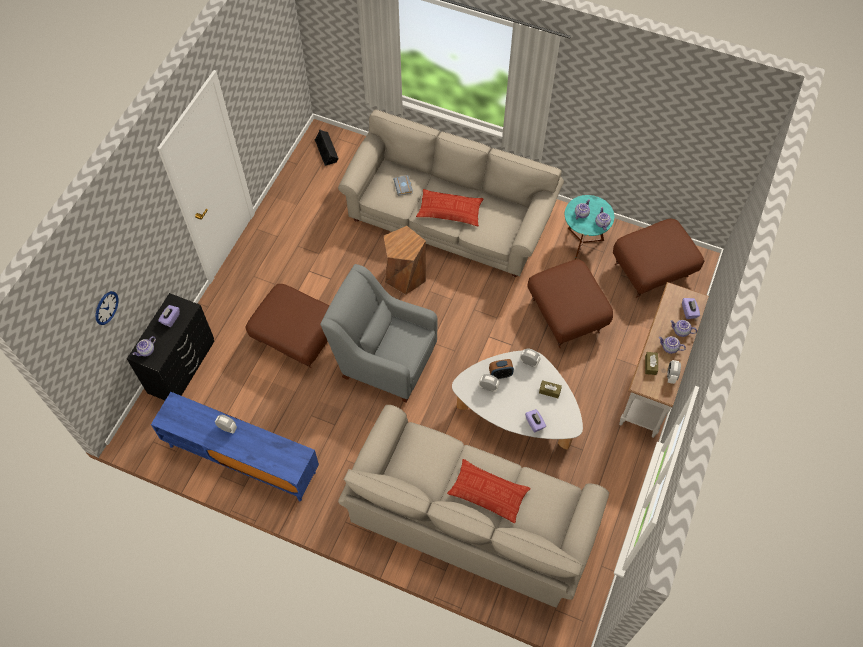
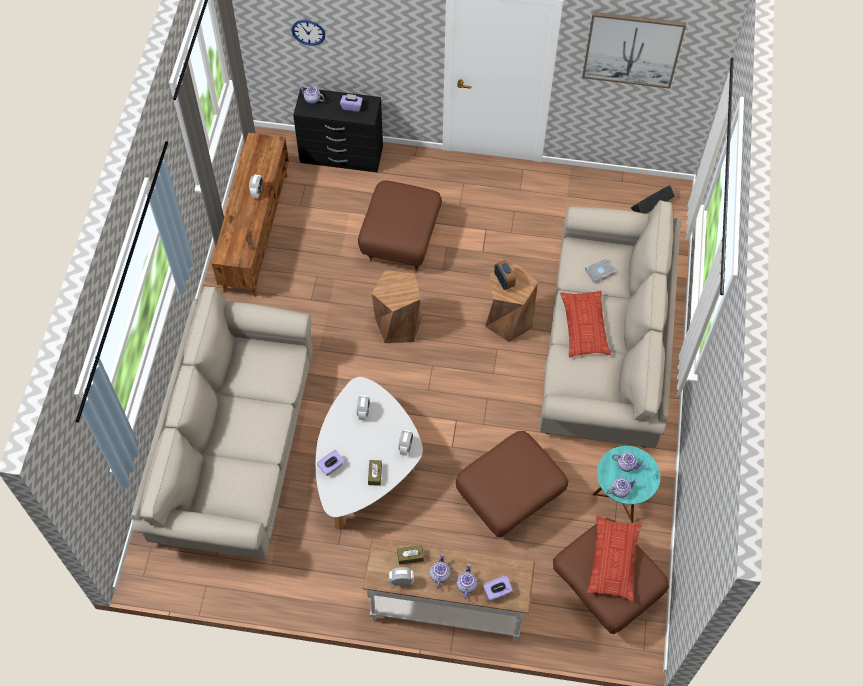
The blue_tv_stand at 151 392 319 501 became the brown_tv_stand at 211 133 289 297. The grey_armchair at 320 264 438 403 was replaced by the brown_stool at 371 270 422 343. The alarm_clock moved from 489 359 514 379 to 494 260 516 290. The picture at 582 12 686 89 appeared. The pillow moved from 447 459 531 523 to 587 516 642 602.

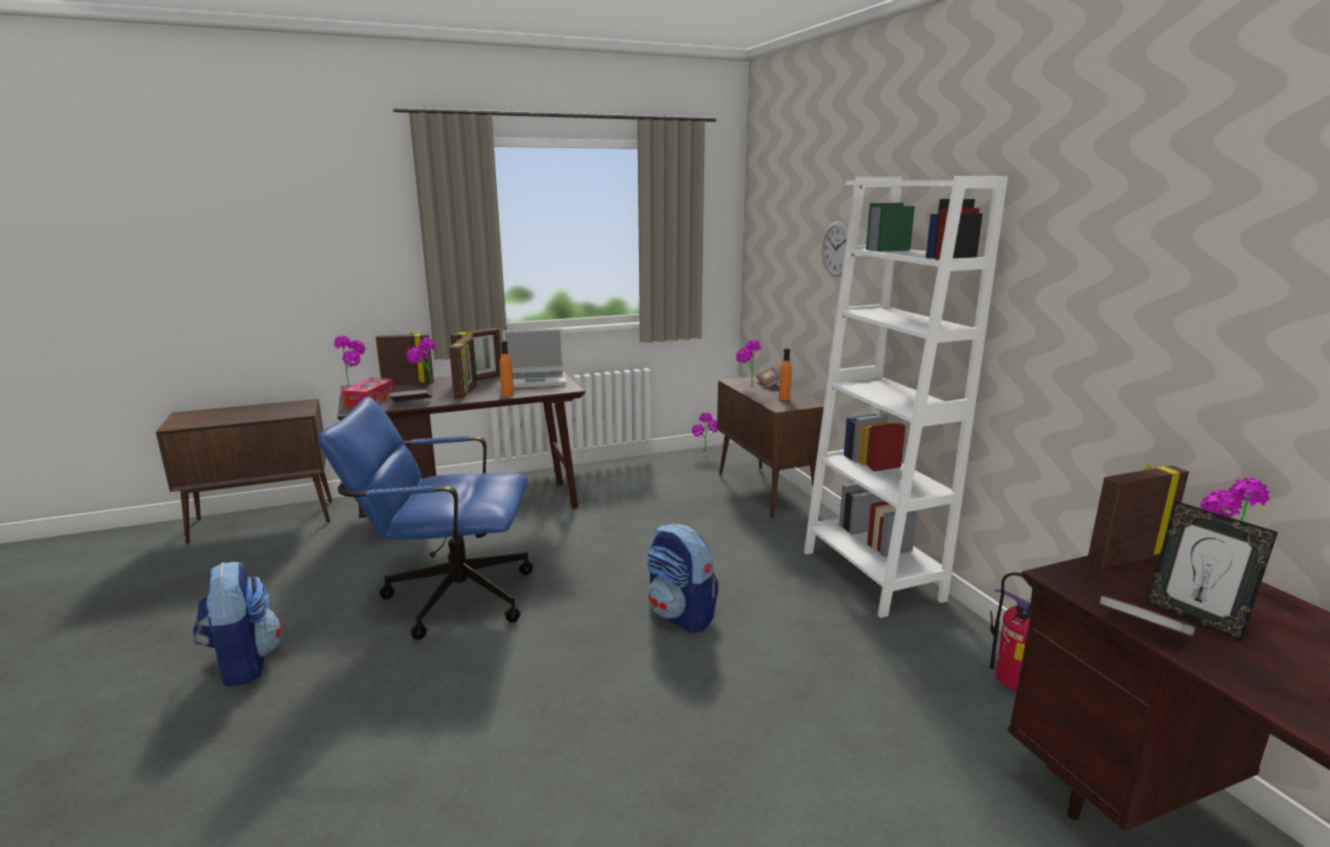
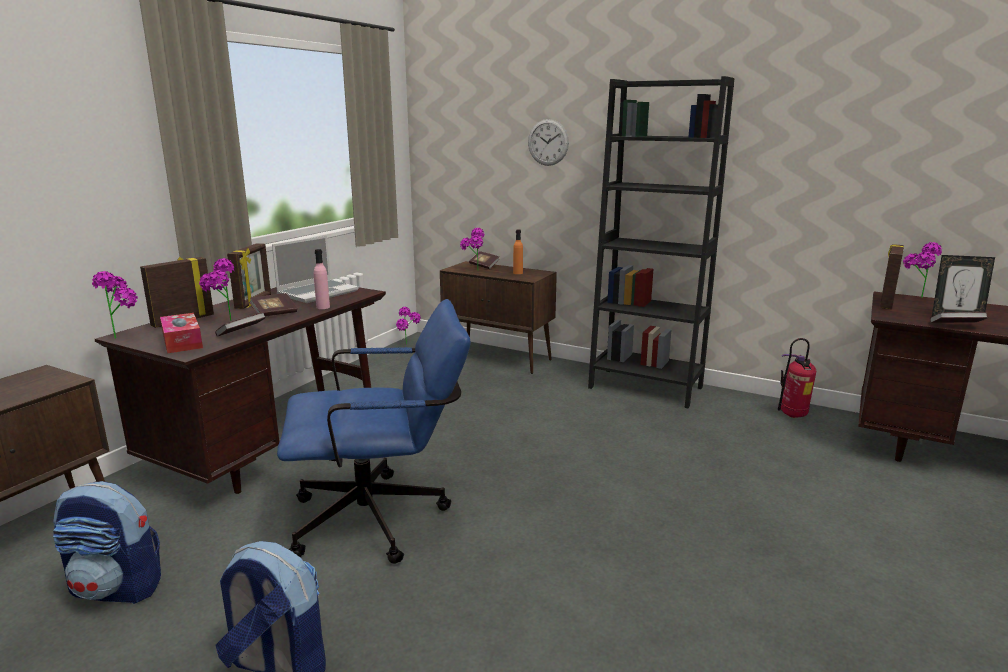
The backpack moved from 647 524 719 633 to 53 481 161 604. The picture_frame at 449 336 477 399 was replaced by the book at 249 293 297 317. The blue_office_chair at 318 397 533 640 turned 150 degrees counterclockwise. The orange_bottle at 499 341 514 397 became the pink_bottle at 314 249 330 309. The white_bookcase at 804 176 1008 618 became the black_bookcase at 588 76 734 408.

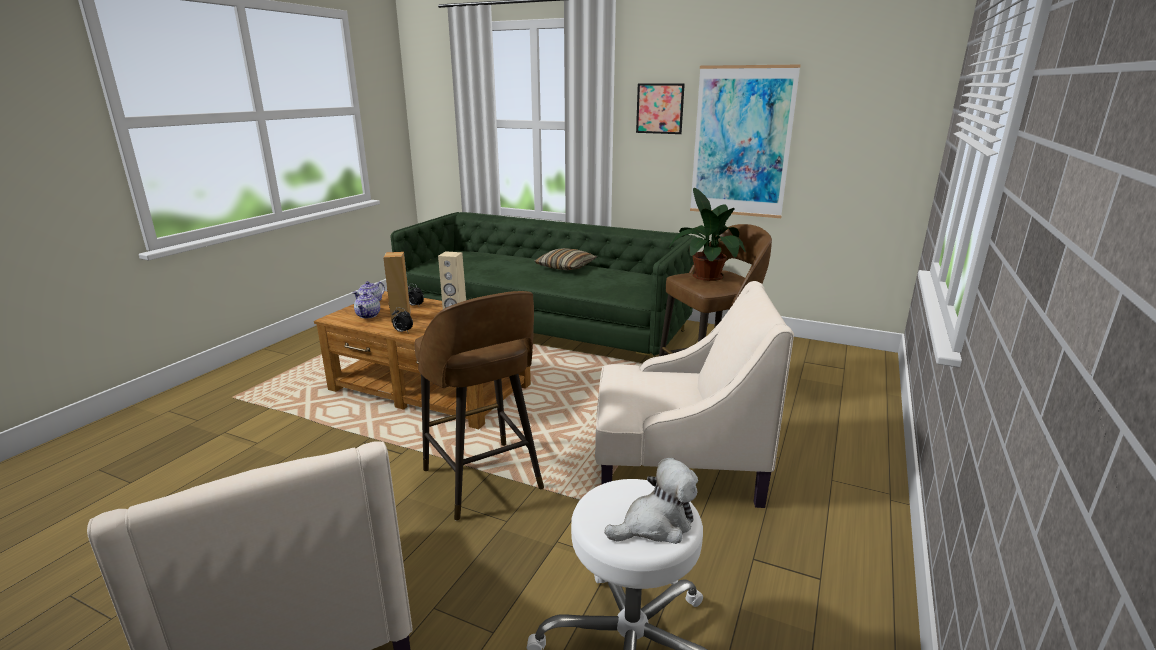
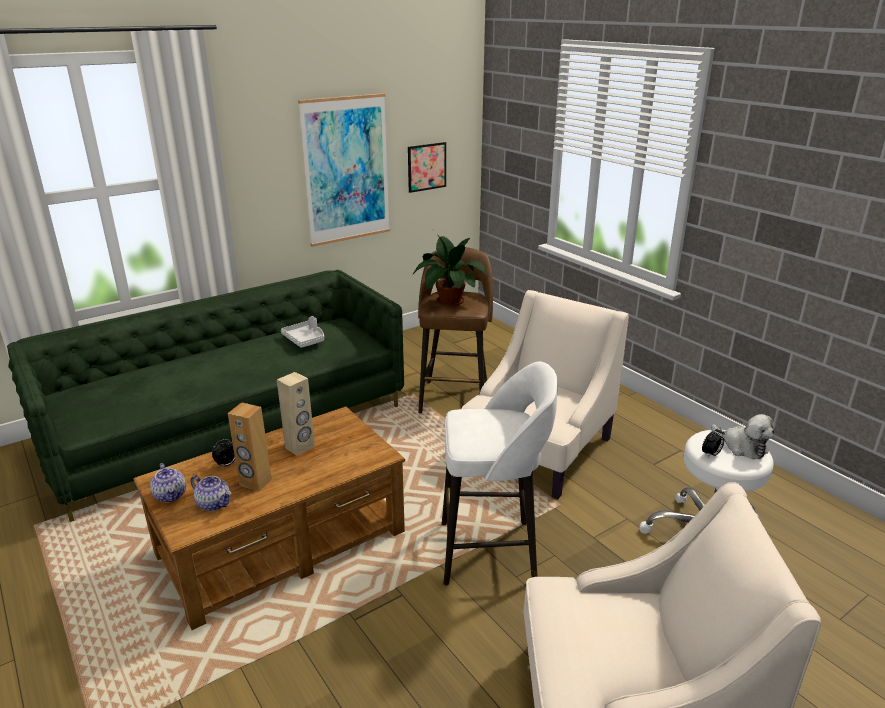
The grey_tray at 281 316 324 348 appeared. The picture moved from 636 84 685 134 to 408 142 446 193. The brown_stool at 414 291 544 521 became the white_stool at 442 361 557 585. The alarm_clock moved from 392 308 413 332 to 702 427 725 458. The plush_toy at 604 458 698 544 turned 135 degrees clockwise. The pillow at 535 248 597 270 disappeared.

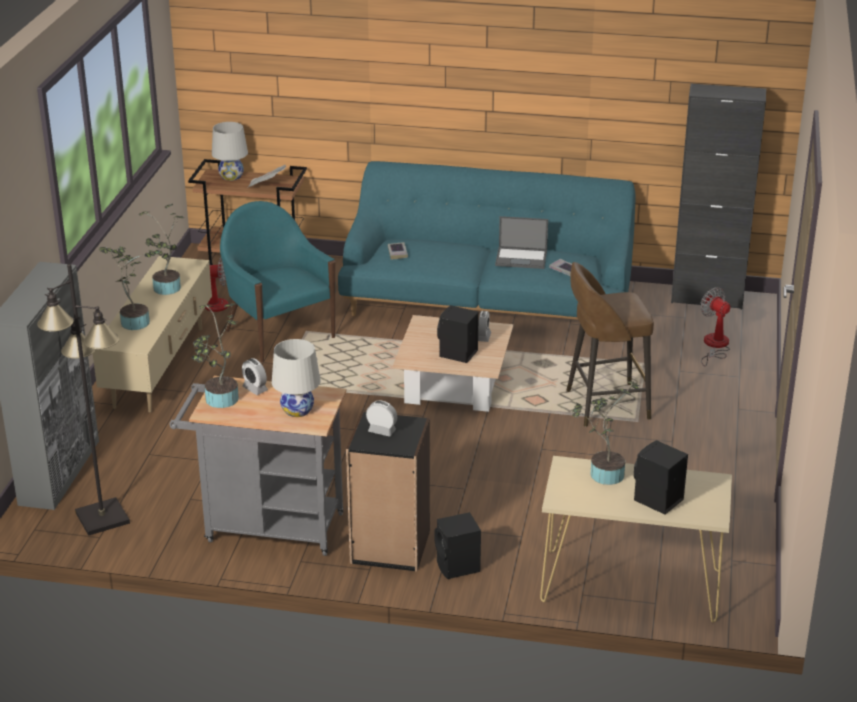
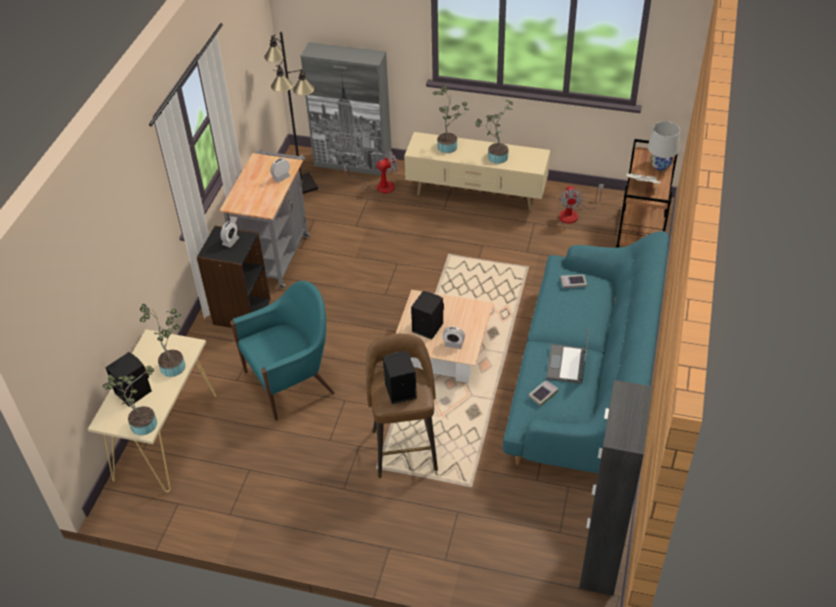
The potted_plant moved from 191 303 239 408 to 103 366 157 435. The turquoise_armchair moved from 220 201 336 362 to 230 281 335 421. The fan moved from 700 287 731 367 to 344 151 398 194. The black_speaker moved from 434 512 481 579 to 383 351 417 404. The white_table_lamp at 272 339 320 417 disappeared.

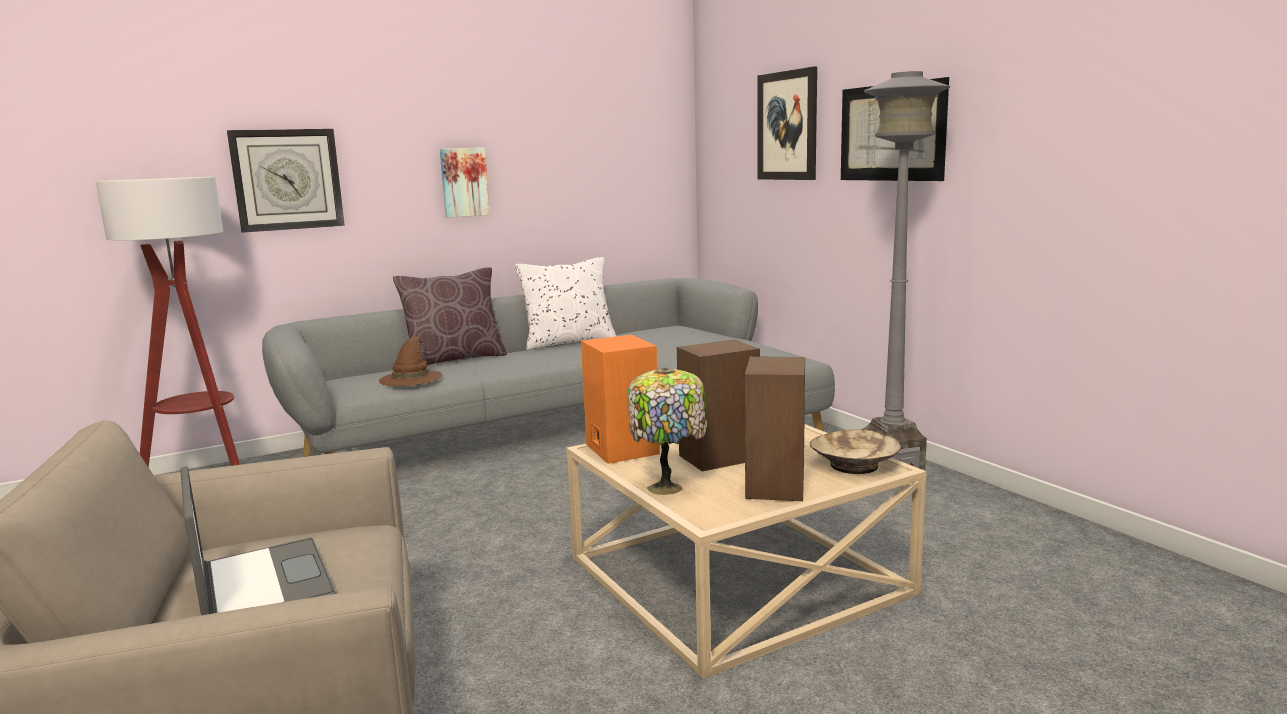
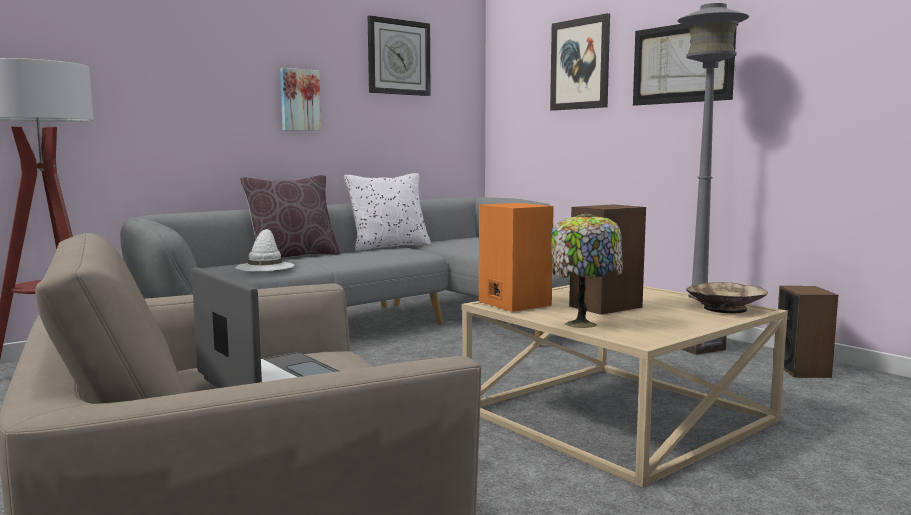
The brown_hat at 379 336 443 386 became the white_hat at 235 229 294 271. The wall_clock moved from 227 129 345 233 to 368 15 431 96. The speaker moved from 745 356 805 501 to 778 286 838 378.

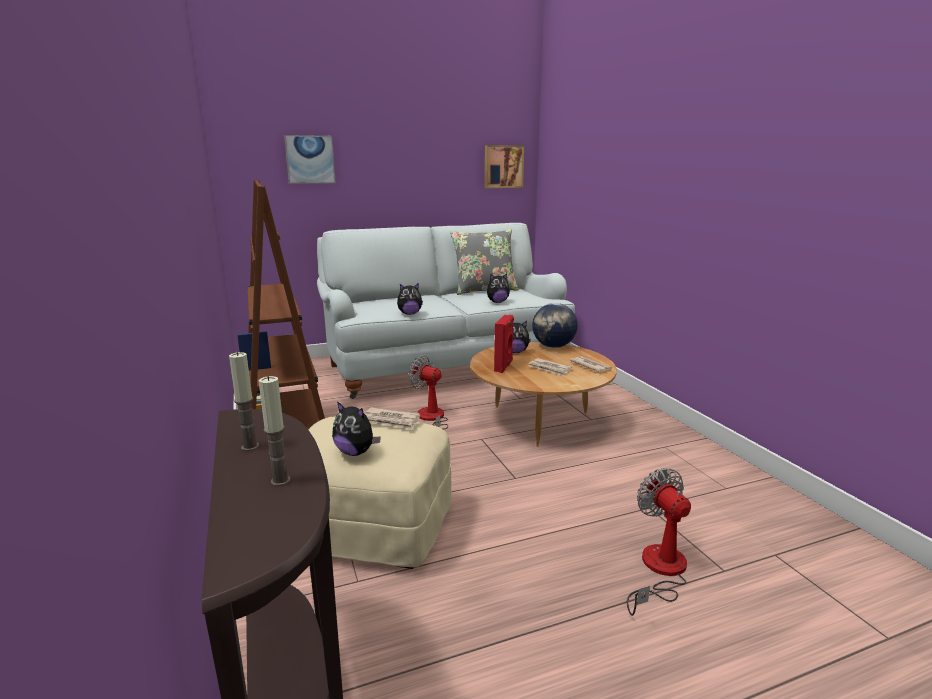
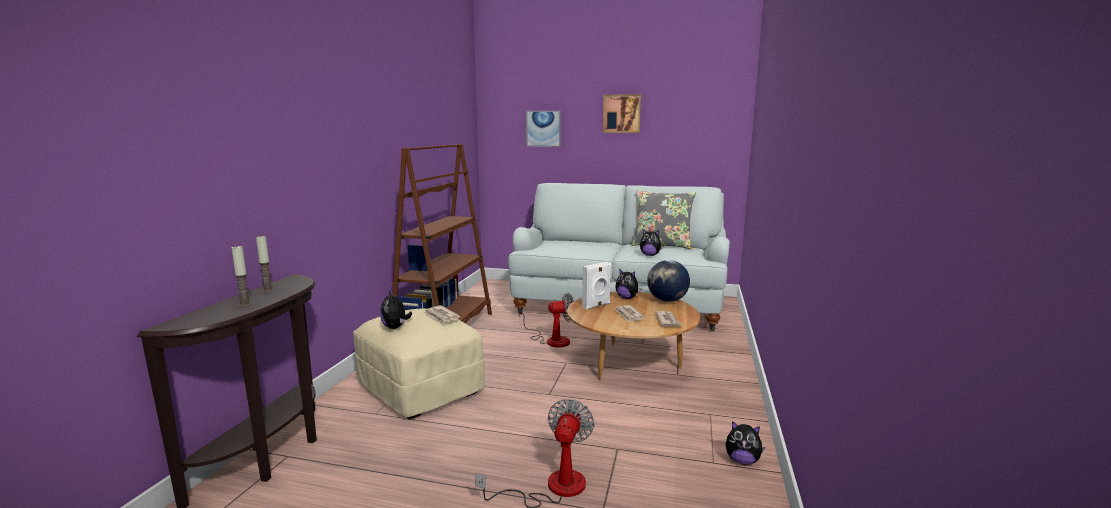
The fan at 409 356 448 429 turned 105 degrees clockwise. The red_speaker at 494 315 514 373 became the white_speaker at 582 262 611 310. The picture moved from 485 145 524 188 to 603 94 641 133. The plush_toy moved from 397 283 423 315 to 725 421 765 465.

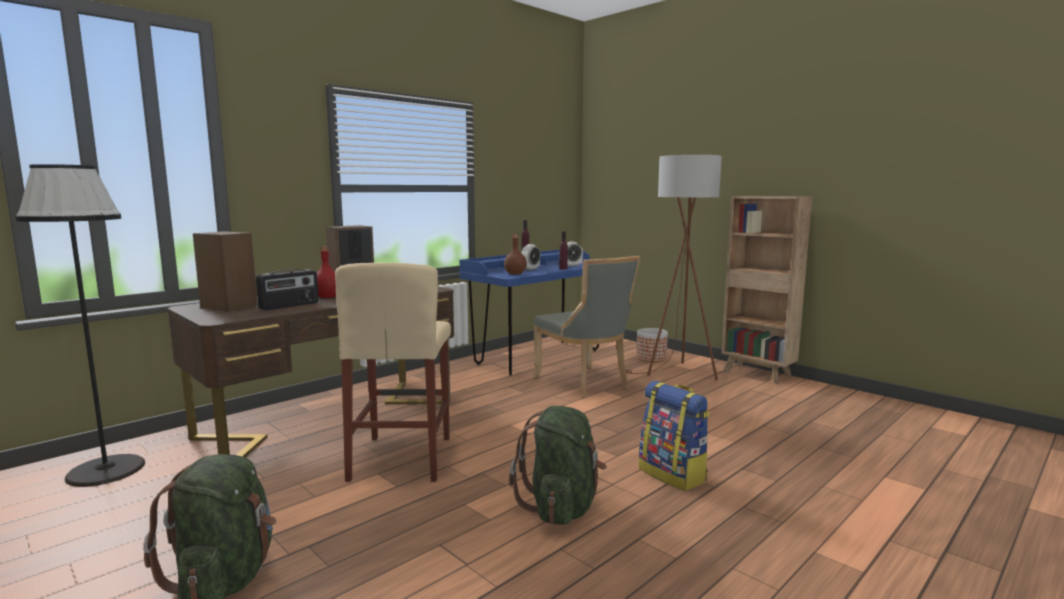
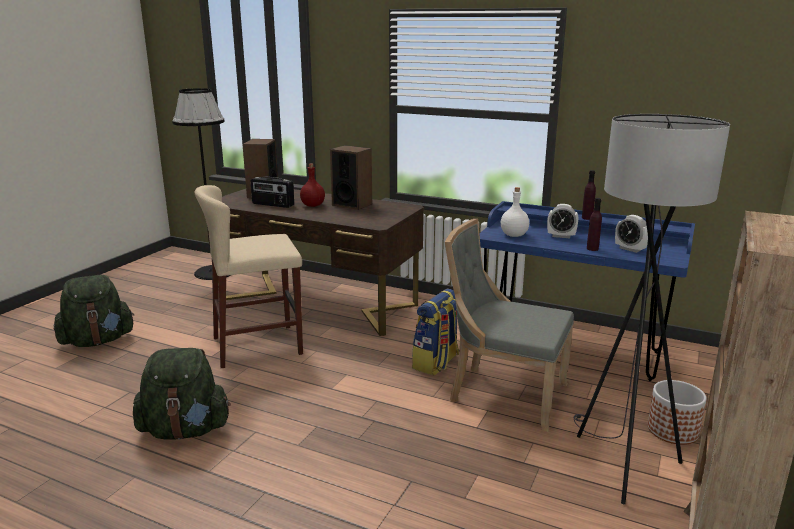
The backpack moved from 639 381 710 491 to 412 289 459 375. The grey_chair at 533 256 640 398 turned 75 degrees clockwise. The brown_bottle at 504 234 527 274 became the white_bottle at 501 187 529 237. The brown_floor_lamp at 626 155 722 381 became the grey_floor_lamp at 574 114 730 504.

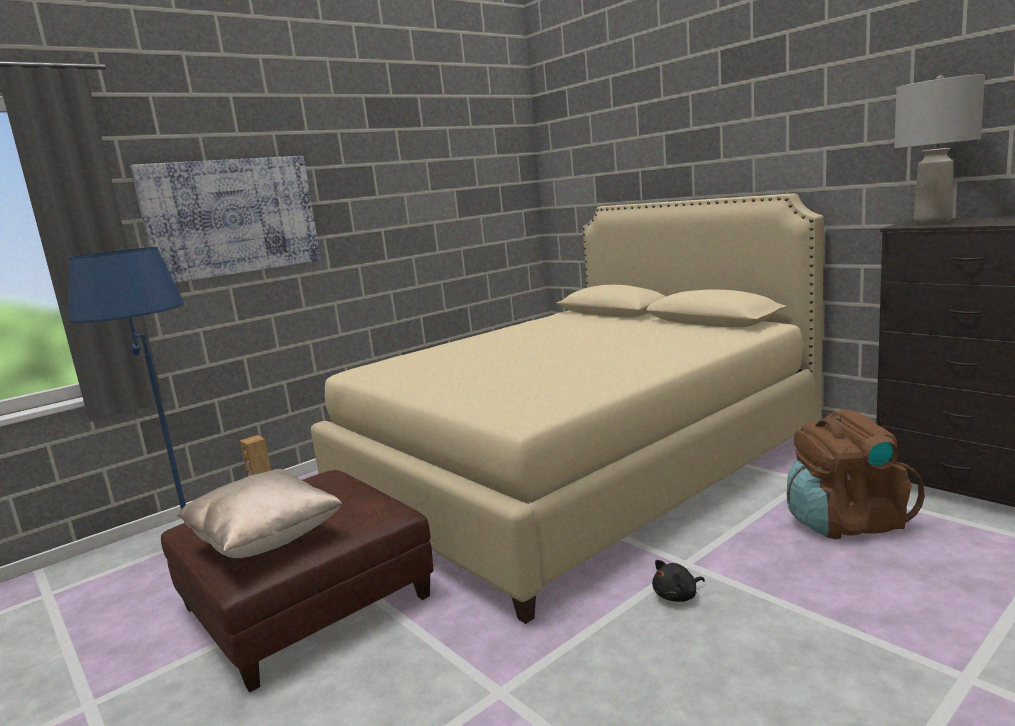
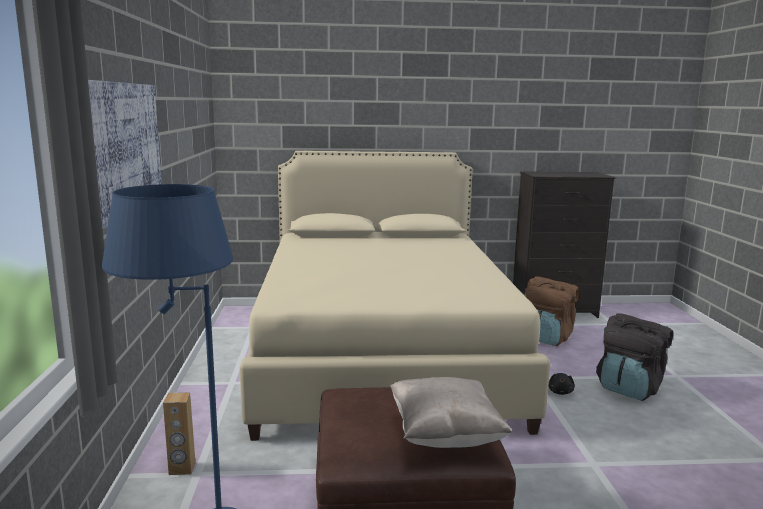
The black_backpack at 596 313 673 401 appeared. The grey_table_lamp at 894 75 985 224 disappeared.

